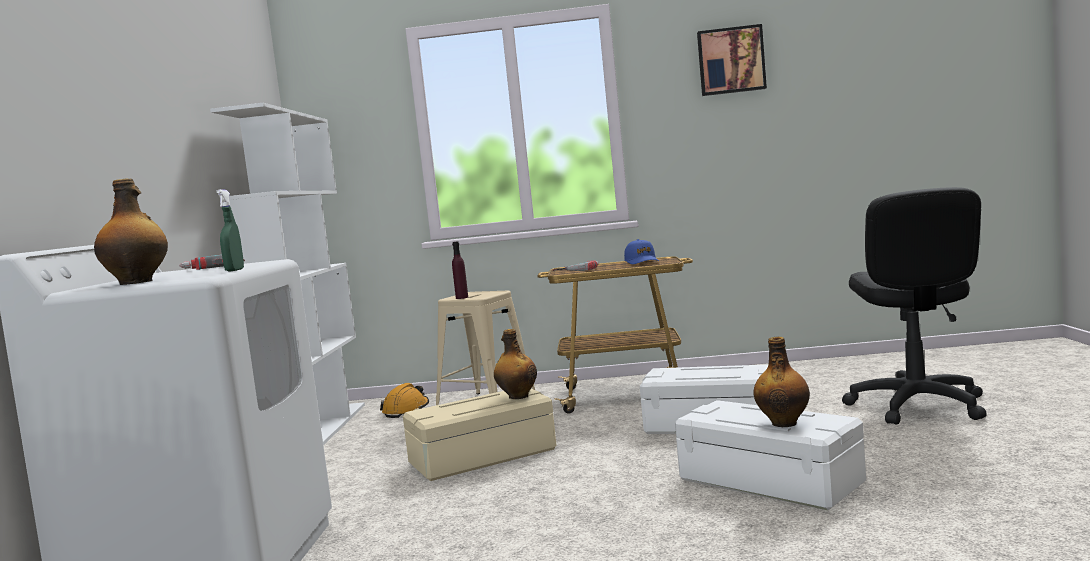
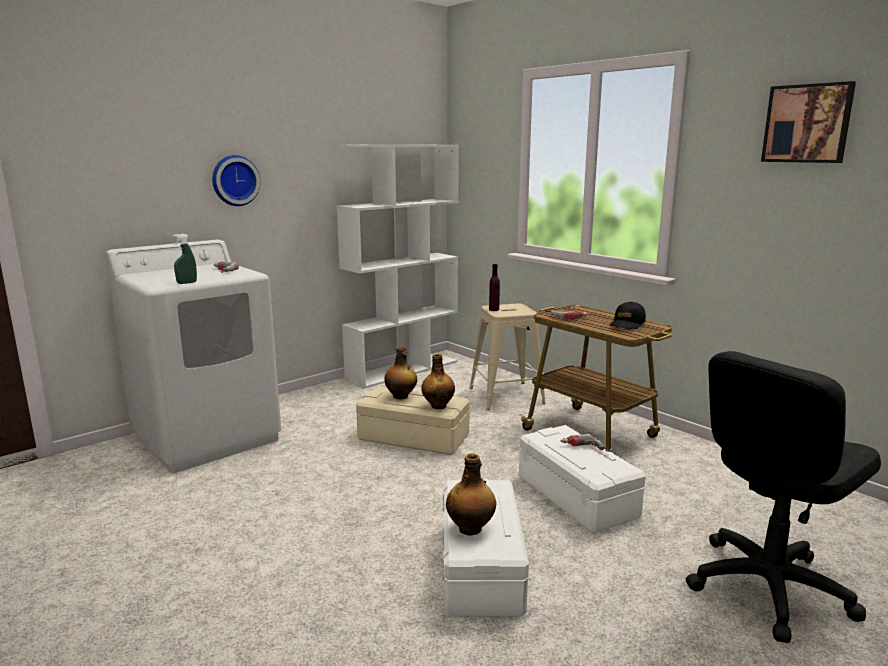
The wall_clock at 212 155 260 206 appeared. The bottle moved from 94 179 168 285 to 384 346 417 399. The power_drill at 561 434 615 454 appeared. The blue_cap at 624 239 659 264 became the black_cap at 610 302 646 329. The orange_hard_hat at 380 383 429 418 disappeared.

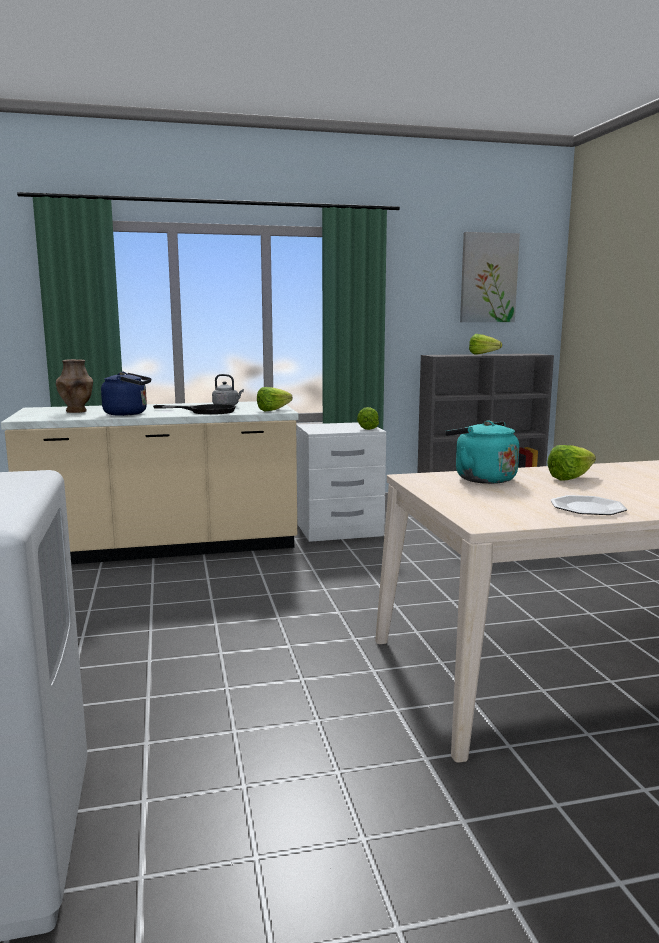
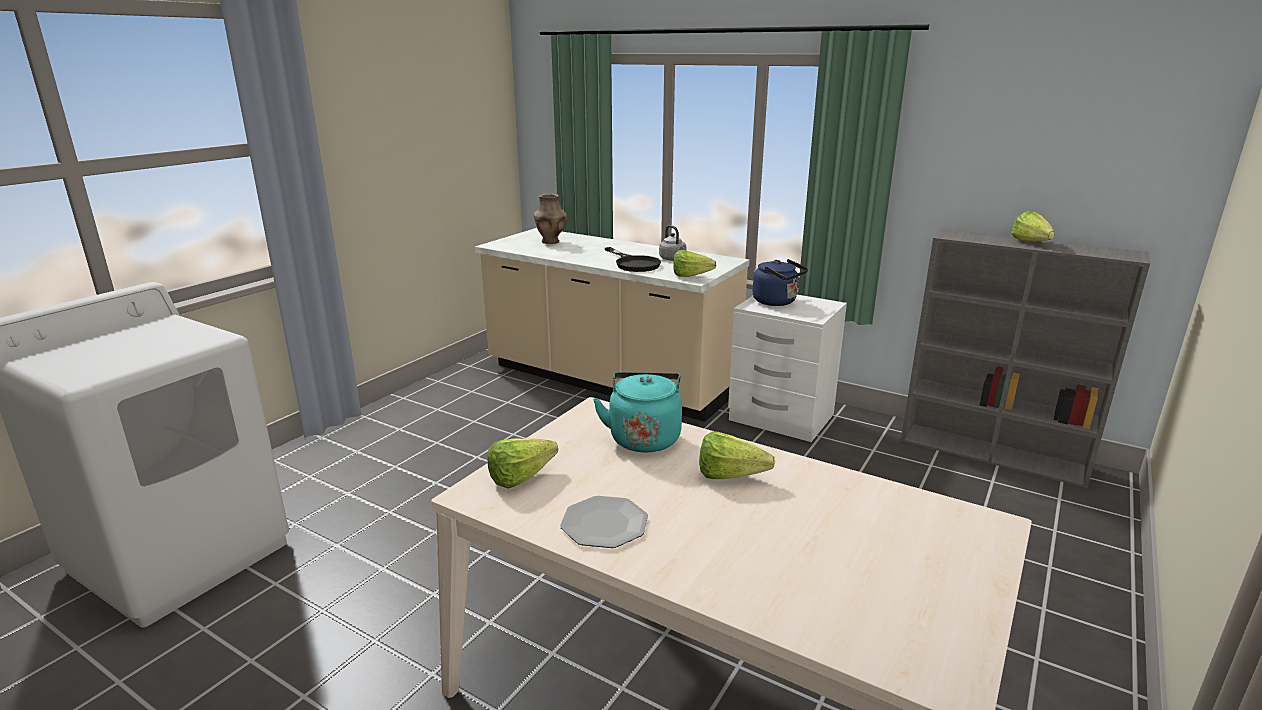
The lettuce moved from 357 407 379 430 to 487 438 558 489. The blue_kettle moved from 101 372 151 416 to 753 259 808 306. The picture at 460 232 520 322 disappeared.

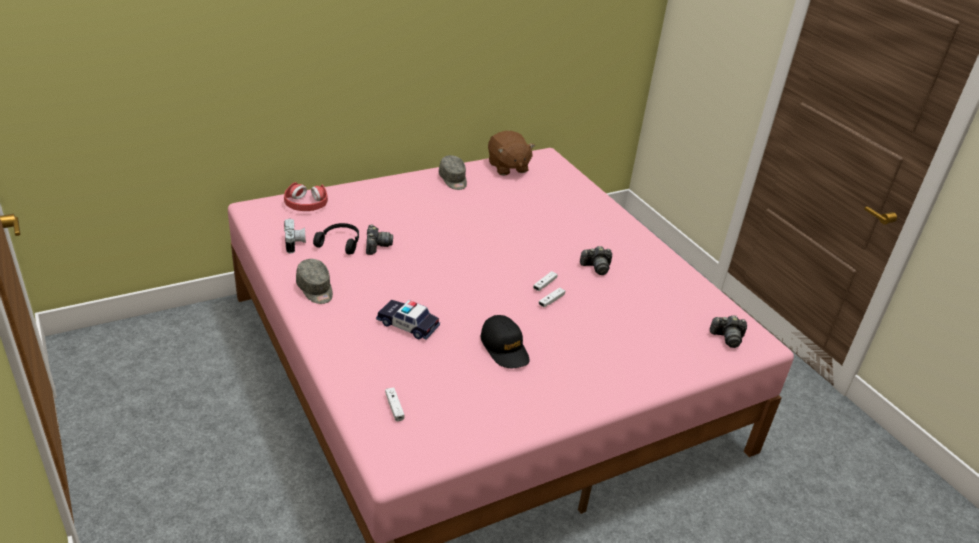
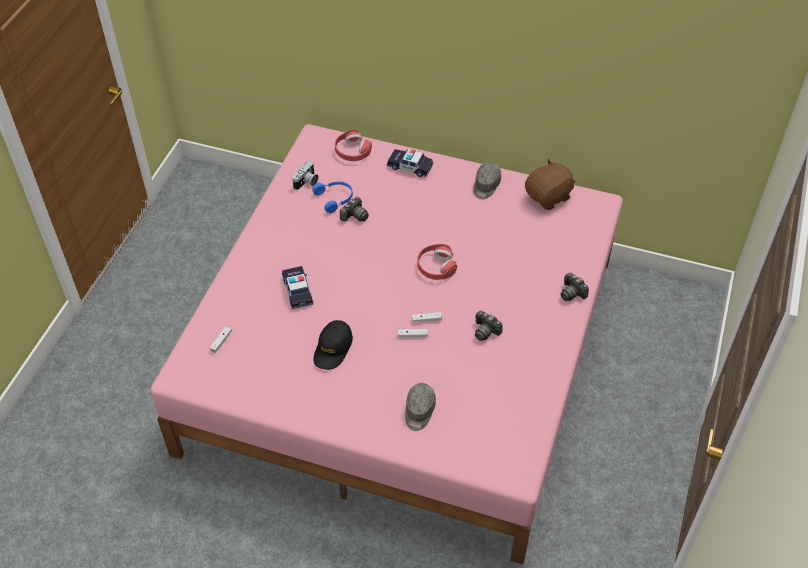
The black_headphones at 313 223 359 255 became the blue_headphones at 312 181 353 213. The toy_car at 387 149 433 177 appeared. The grey_cap moved from 296 259 333 304 to 405 383 436 431. The red_headphones at 417 244 457 280 appeared. The brown_plush_toy at 488 130 535 176 turned 150 degrees counterclockwise. The photo_camera moved from 710 315 747 348 to 561 273 589 301.

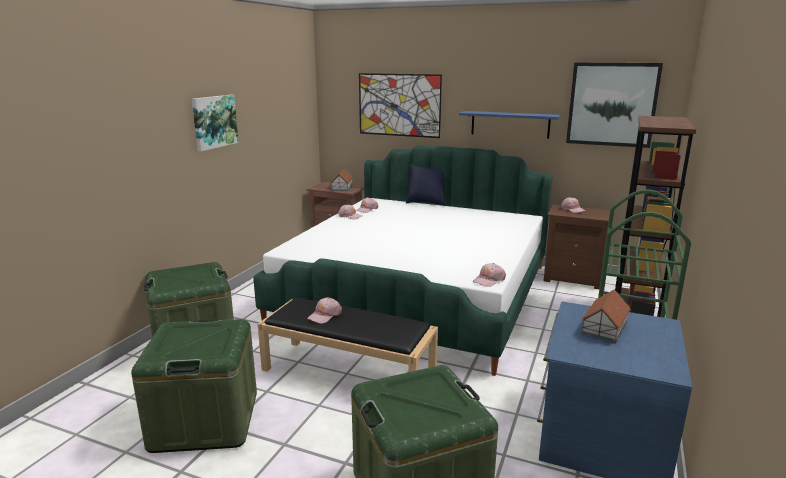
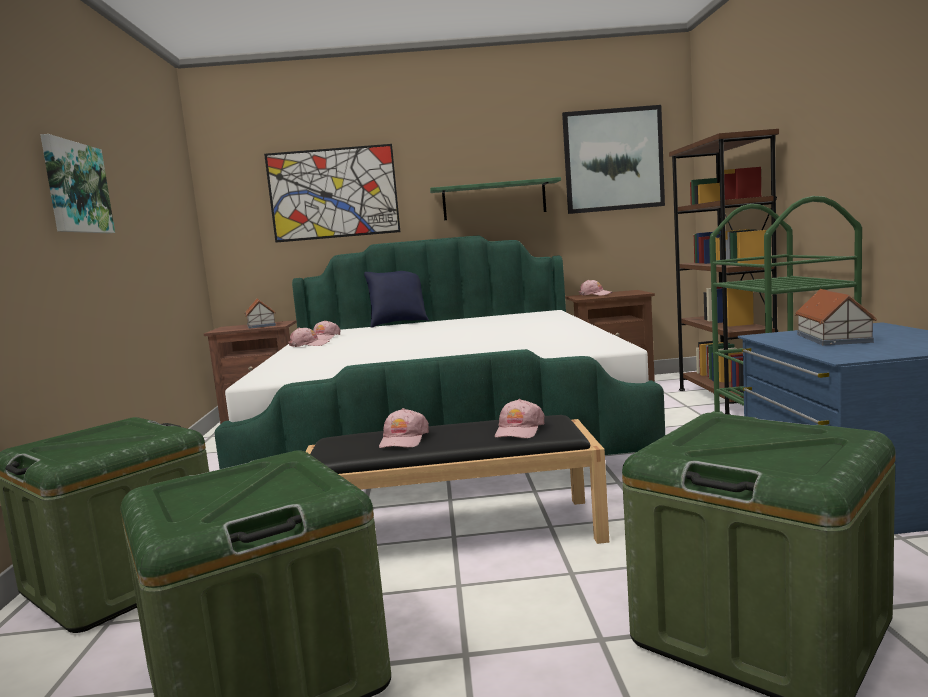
The blue_shelf at 459 111 561 139 became the green_shelf at 430 177 561 220. The pink_cap moved from 473 263 506 287 to 495 399 544 438.

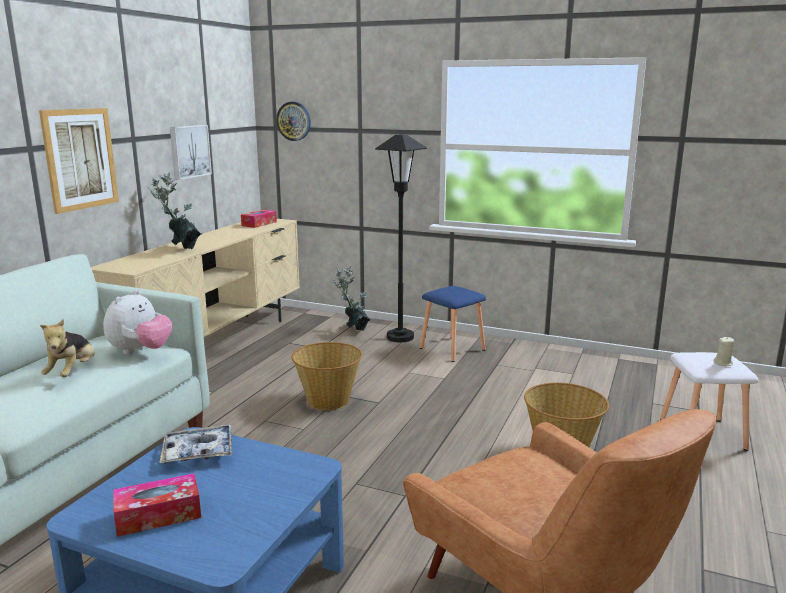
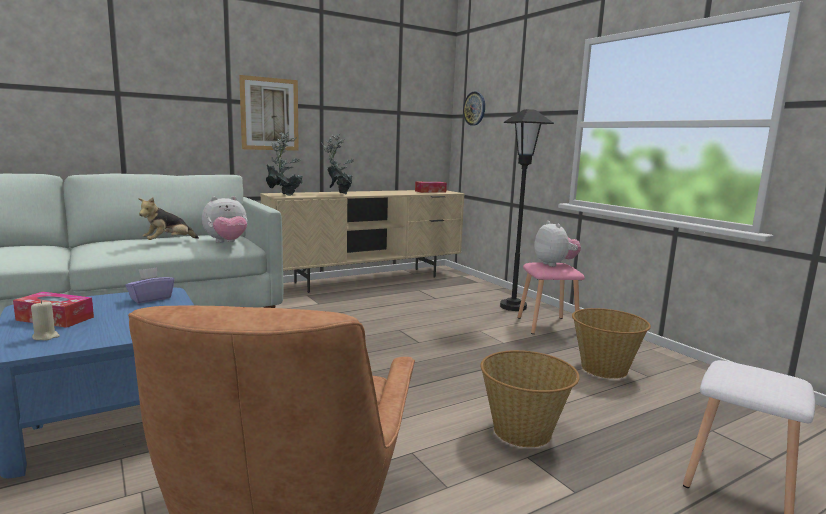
The beige_candle moved from 713 337 734 366 to 31 300 60 340. The tray at 159 425 232 464 was replaced by the purple_tissue_box at 125 267 174 304. The potted_plant moved from 333 266 371 331 to 266 131 303 196. The blue_stool at 420 286 486 362 became the pink_stool at 518 262 585 334. The plush_toy at 534 221 581 267 appeared. The basket moved from 291 342 362 410 to 572 308 651 379. The picture at 170 125 212 180 disappeared.

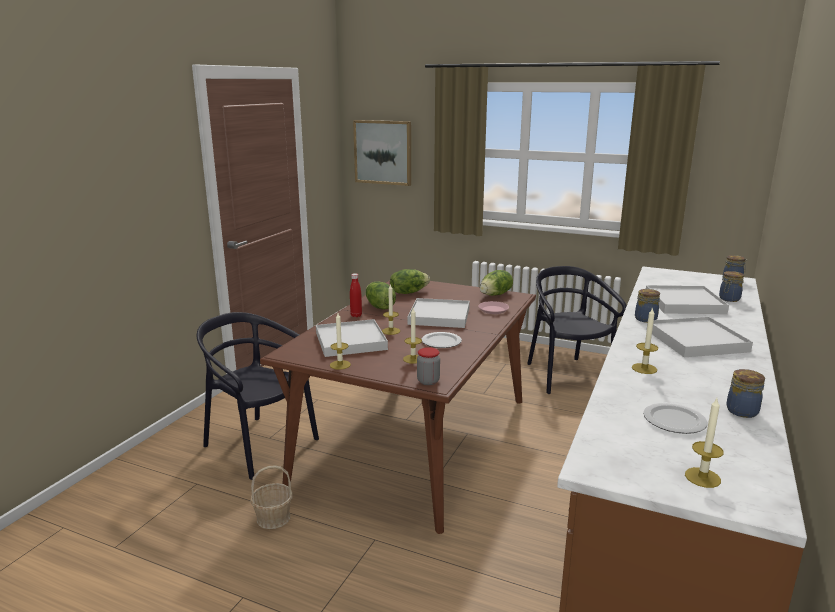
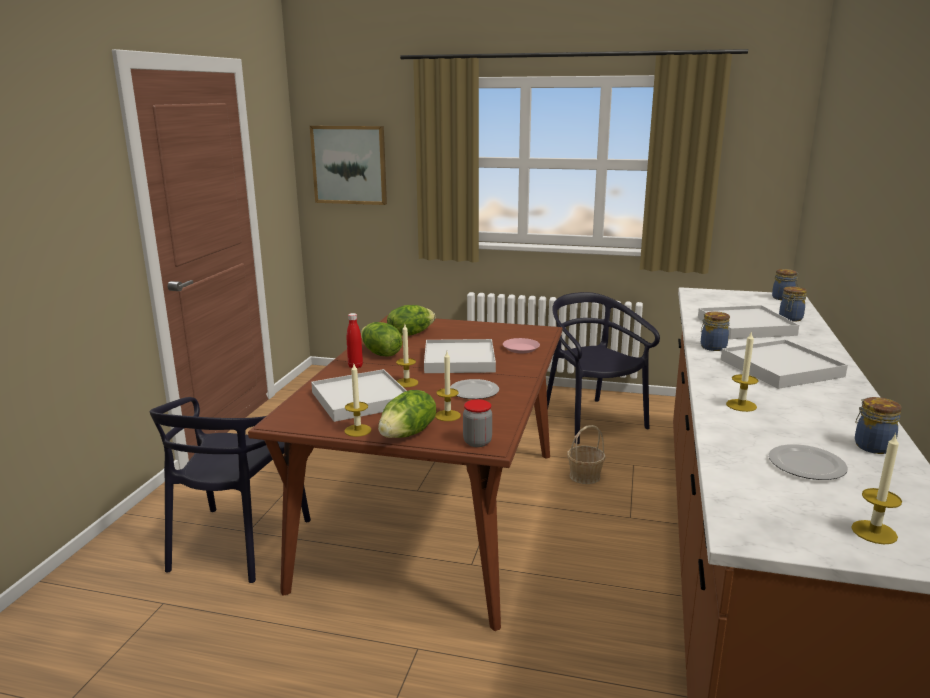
The black_chair at 197 312 319 480 turned 105 degrees counterclockwise. The lettuce moved from 480 270 513 296 to 378 390 436 438. The basket moved from 250 465 293 529 to 567 425 606 484.

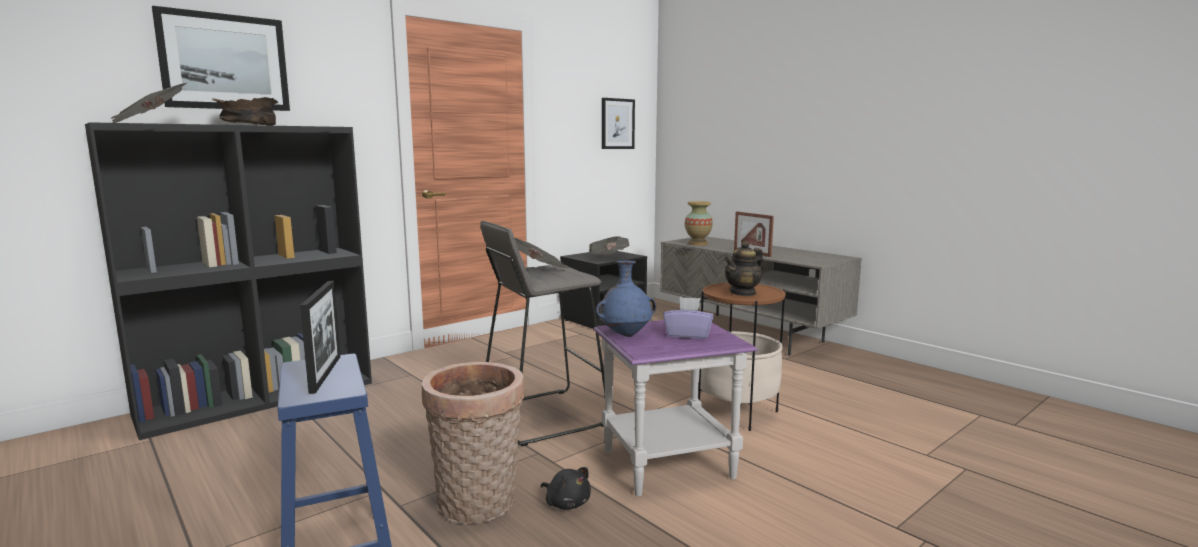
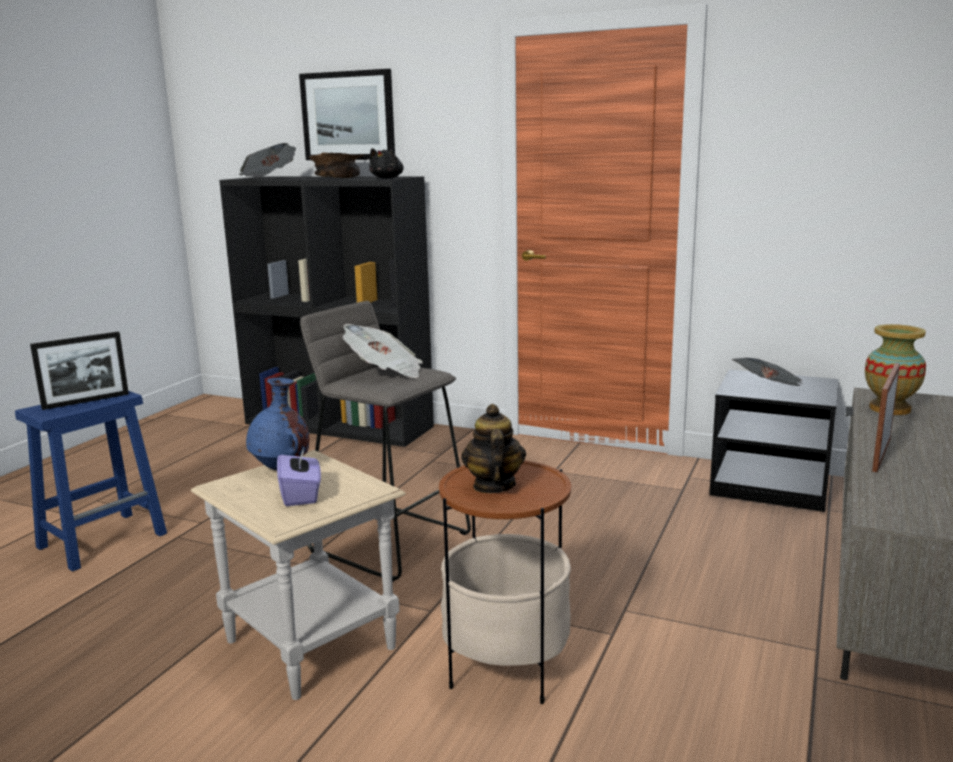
The purple_side_table at 593 320 758 496 became the beige_side_table at 191 450 406 700. The black_plush_toy moved from 541 467 591 509 to 369 148 404 178. The teapot at 724 241 763 296 turned 60 degrees clockwise. The basket at 422 362 524 524 disappeared. The picture at 602 98 635 149 disappeared.

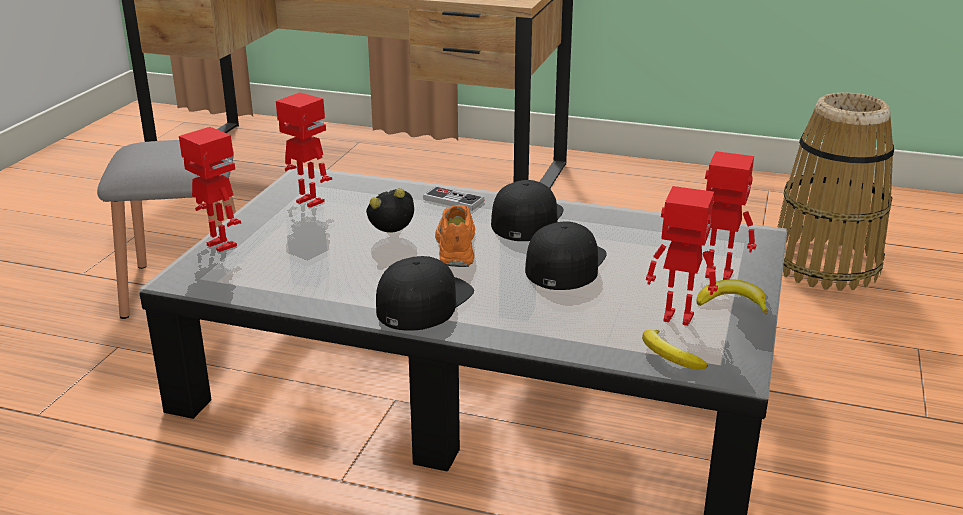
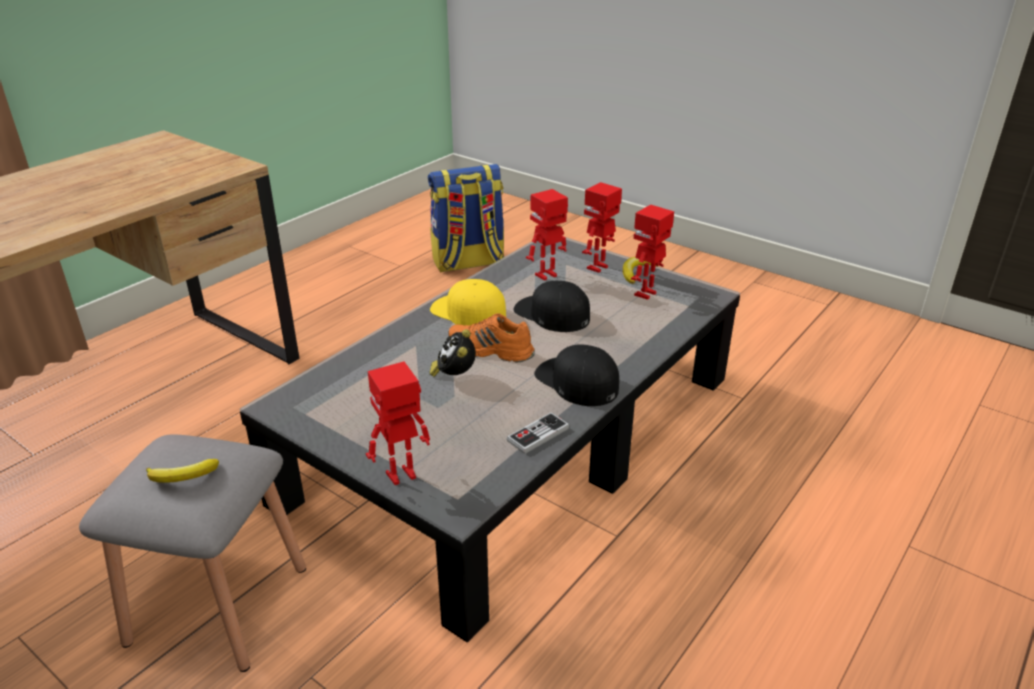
The banana moved from 642 330 708 370 to 146 459 219 483. The basket at 778 93 894 291 was replaced by the backpack at 428 164 504 273. The black_cap at 491 180 564 241 became the yellow_cap at 430 279 506 326. The game_controller moved from 423 186 485 211 to 507 412 569 454. The toy_robot moved from 276 93 332 208 to 526 189 568 280.

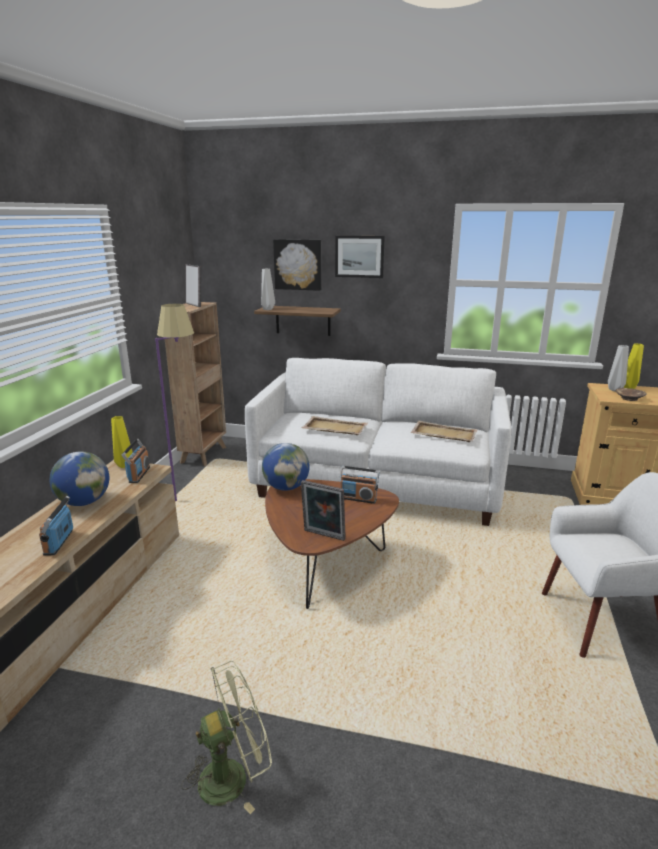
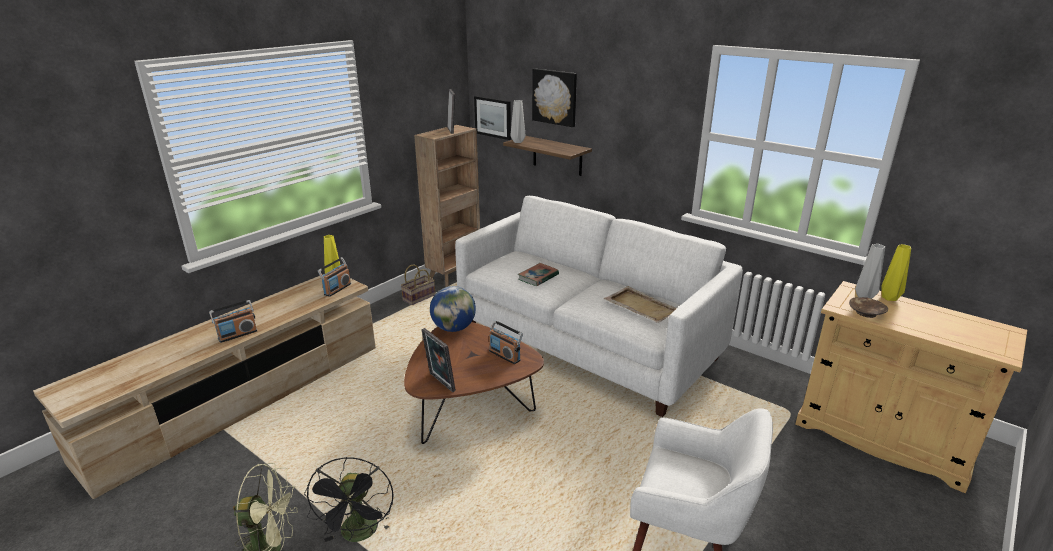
The radio at 39 496 73 556 turned 150 degrees counterclockwise. The black_fan at 304 457 393 542 appeared. The basket at 401 264 435 305 appeared. The picture moved from 335 236 385 278 to 474 96 511 140. The beige_tray at 302 416 368 435 was replaced by the book at 518 263 559 286. The globe at 50 451 109 506 disappeared. The purple_floor_lamp at 155 304 194 501 disappeared.

